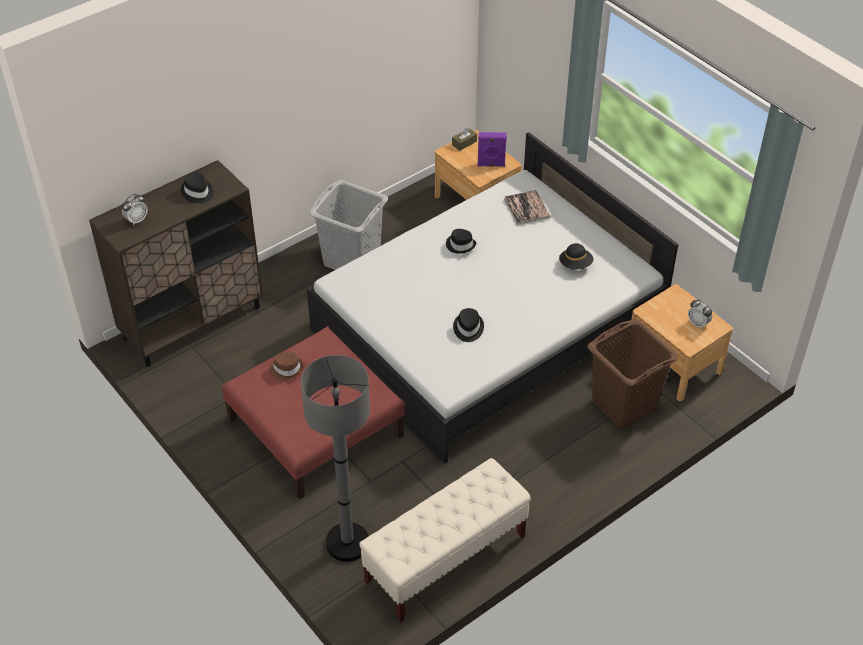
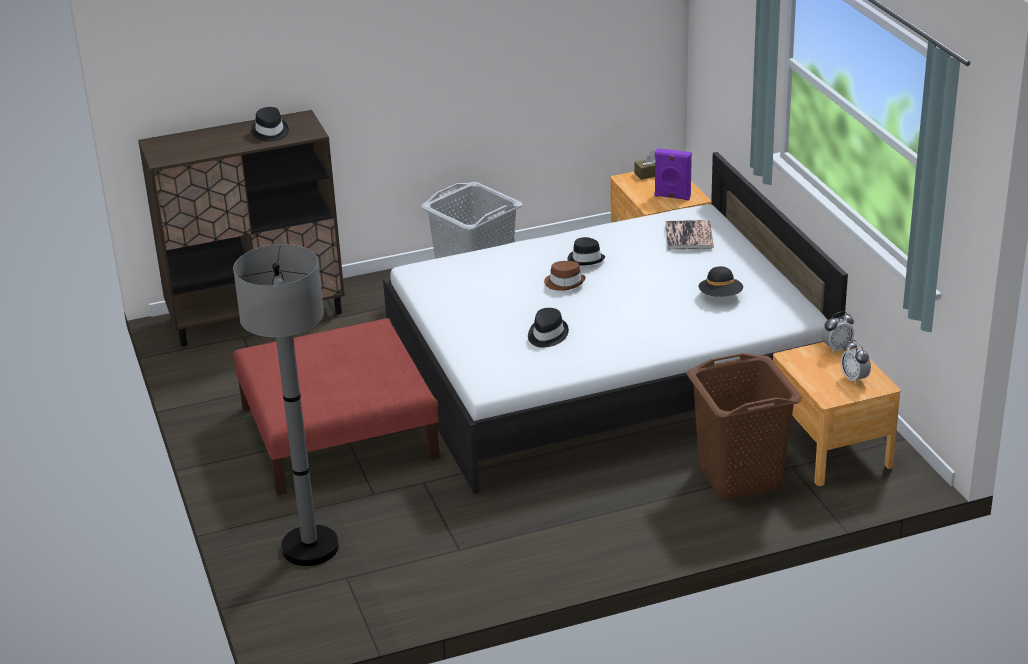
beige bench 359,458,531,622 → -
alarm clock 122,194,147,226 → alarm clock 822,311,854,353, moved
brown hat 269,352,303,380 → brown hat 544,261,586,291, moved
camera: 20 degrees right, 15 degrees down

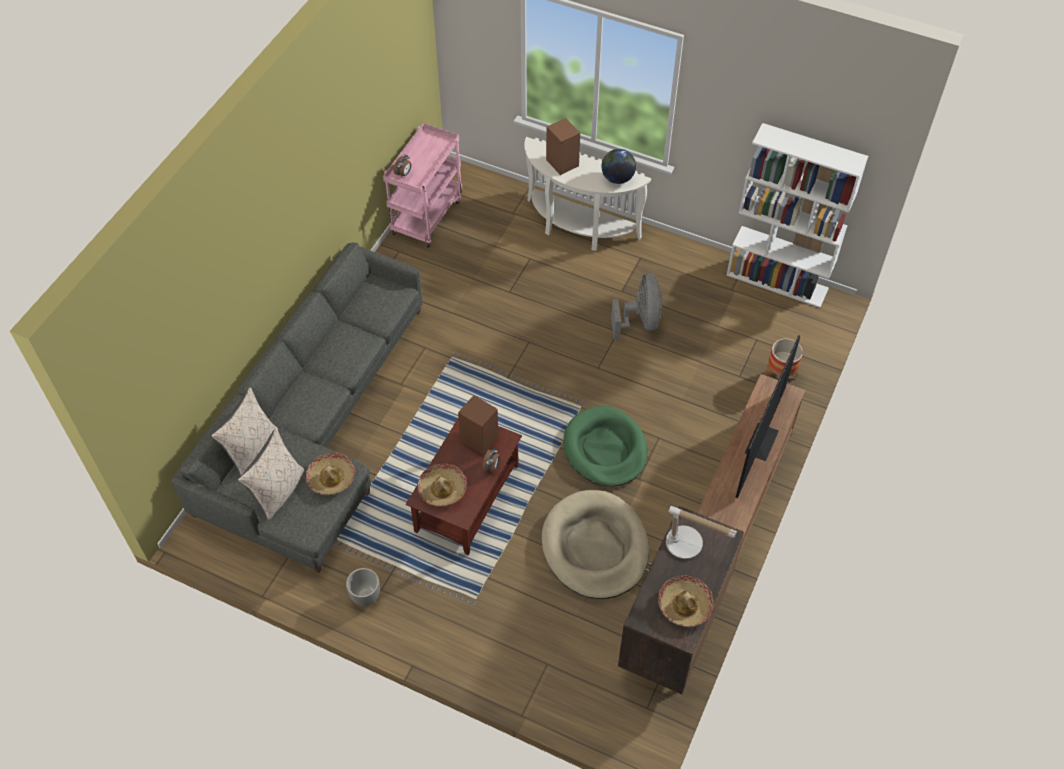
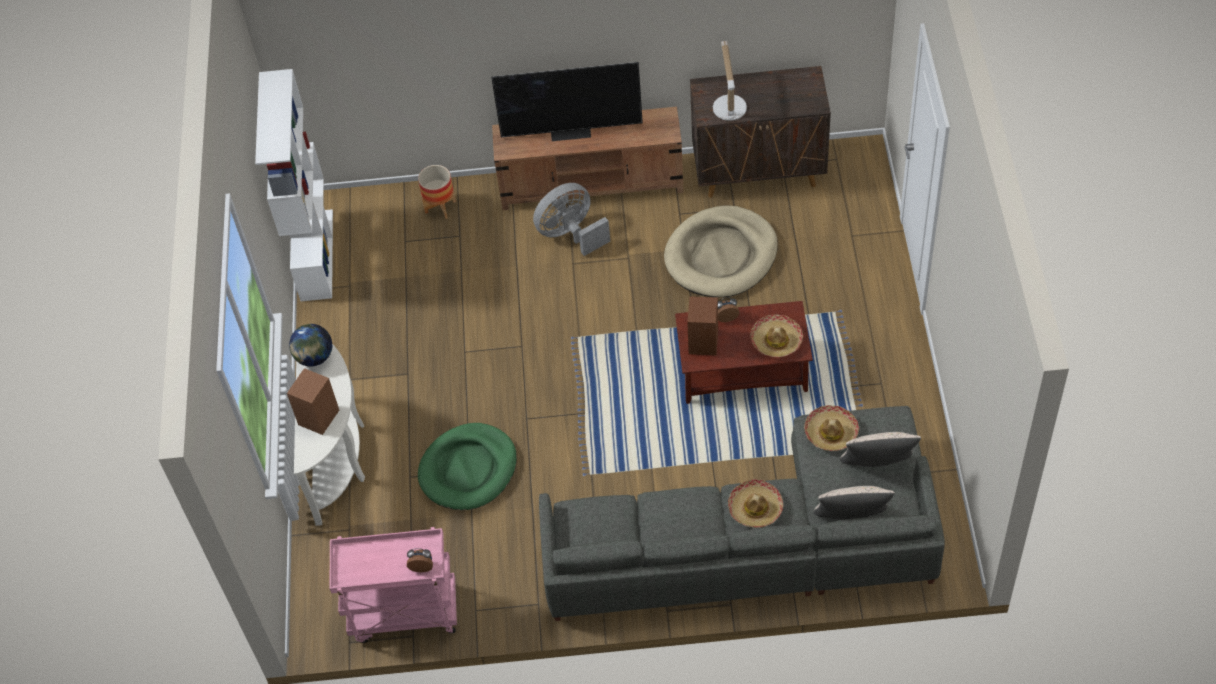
planter 346,568,380,606 → -
green dog bed 563,406,648,487 → green dog bed 418,423,517,510, moved
grey fan 611,273,662,340 → grey fan 533,183,610,256, moved
hat 658,575,714,627 → hat 728,479,783,528, moved
camera: 115 degrees left, 0 degrees up

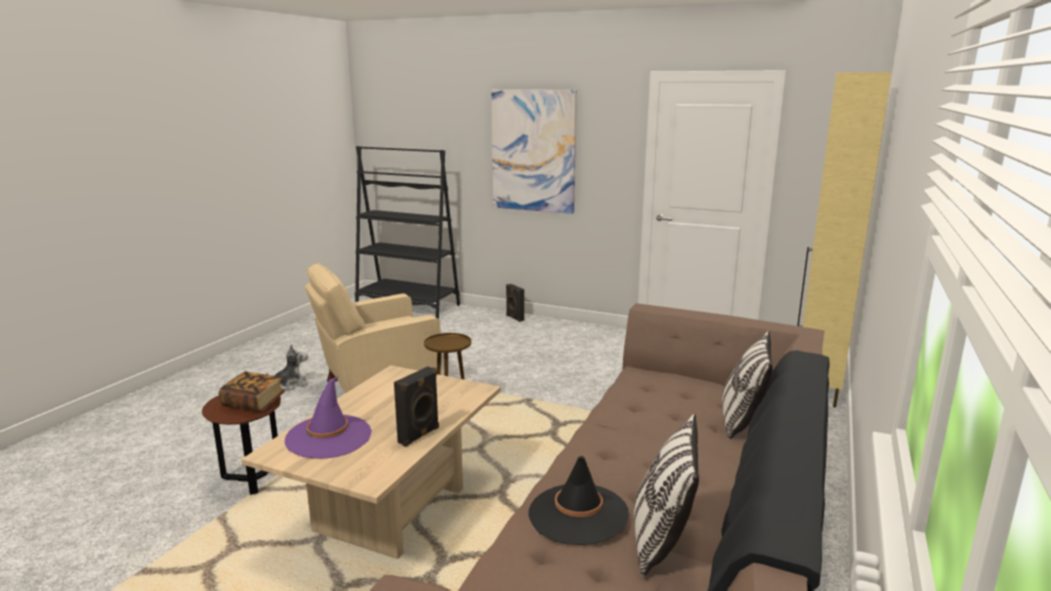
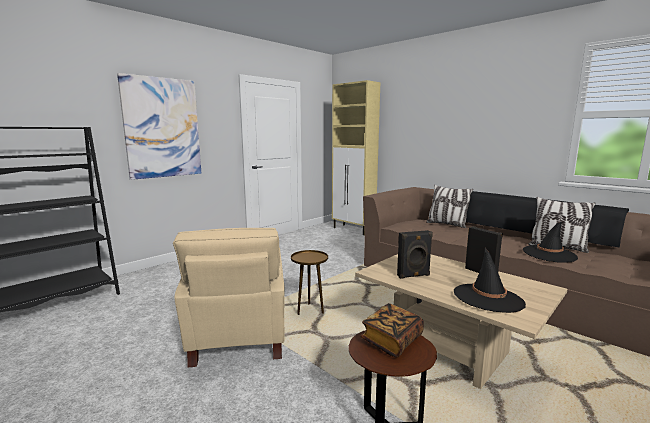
plush toy 266,344,308,390 → -
black speaker 506,284,524,322 → black speaker 397,230,433,279, moved
purple hat 285,376,372,459 → black hat 454,248,526,313
camera: 70 degrees left, 5 degrees down

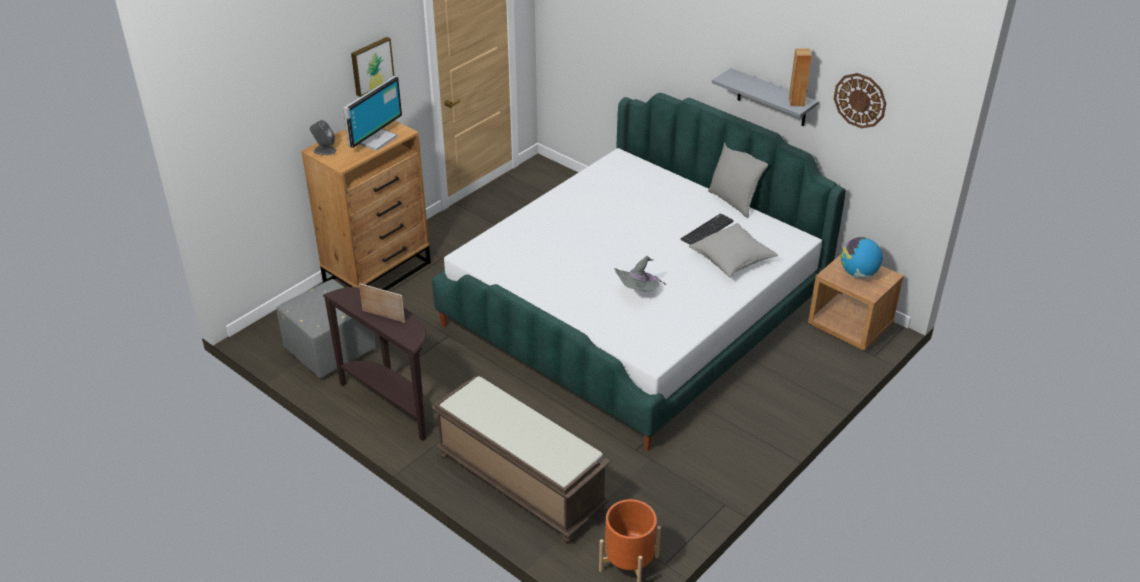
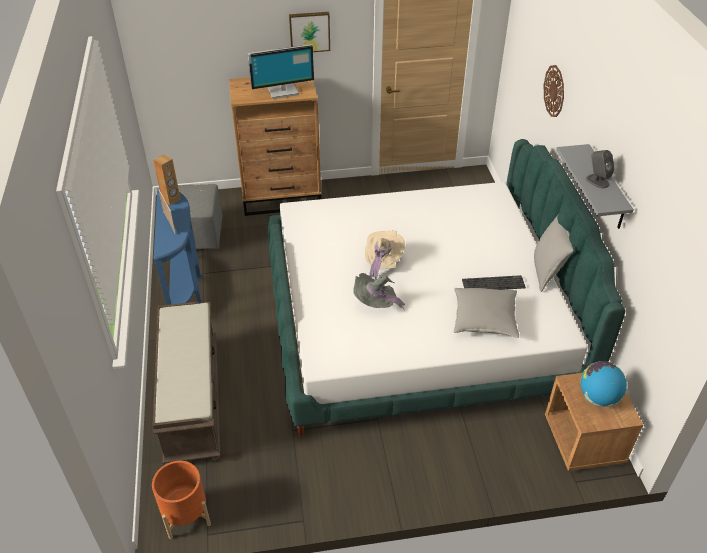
- → beige hat 365,231,405,280
grey speaker 310,120,336,155 → grey speaker 586,150,614,188, moved
brown speaker 789,48,812,106 → brown speaker 153,155,180,205, moved
wall clock 834,73,886,128 → wall clock 544,65,564,117, moved
brown console table 323,287,426,441 → blue console table 154,188,202,305
camera: 40 degrees right, 5 degrees up

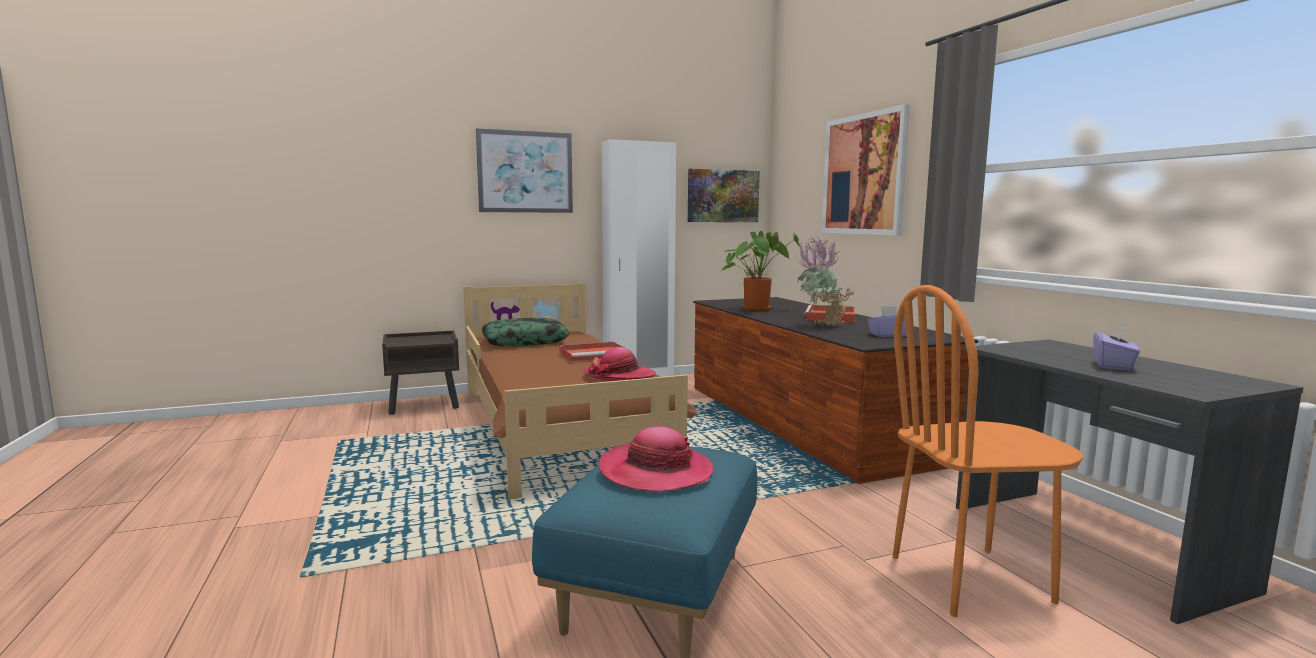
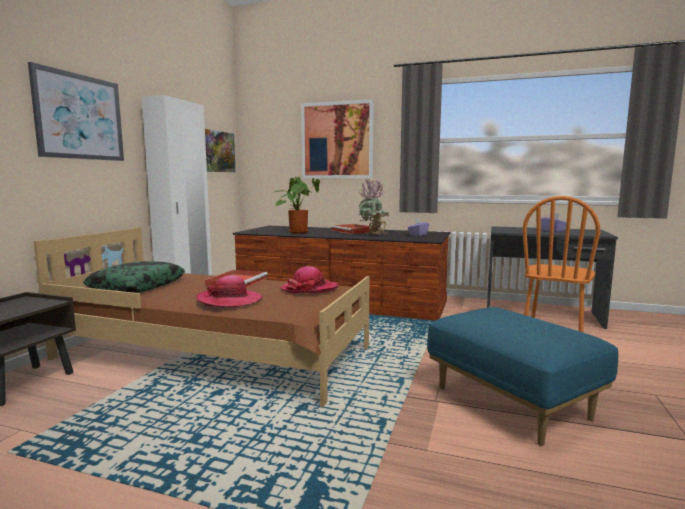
hat 598,426,714,492 → hat 196,275,263,307, moved
camera: 50 degrees left, 0 degrees up

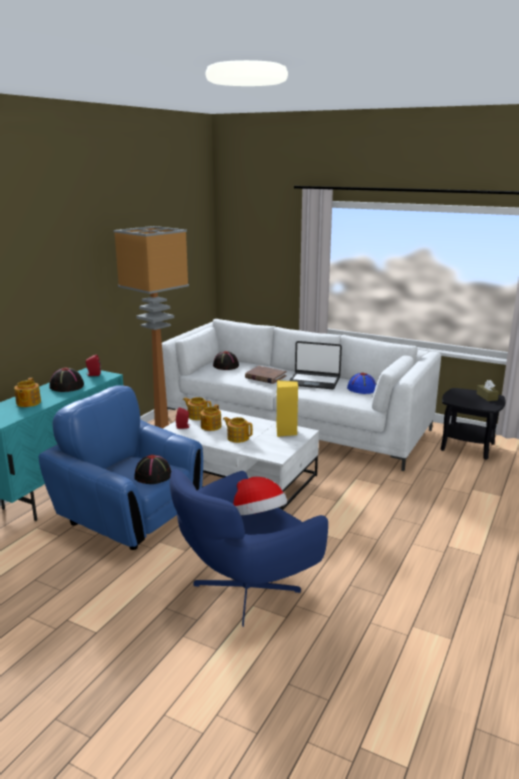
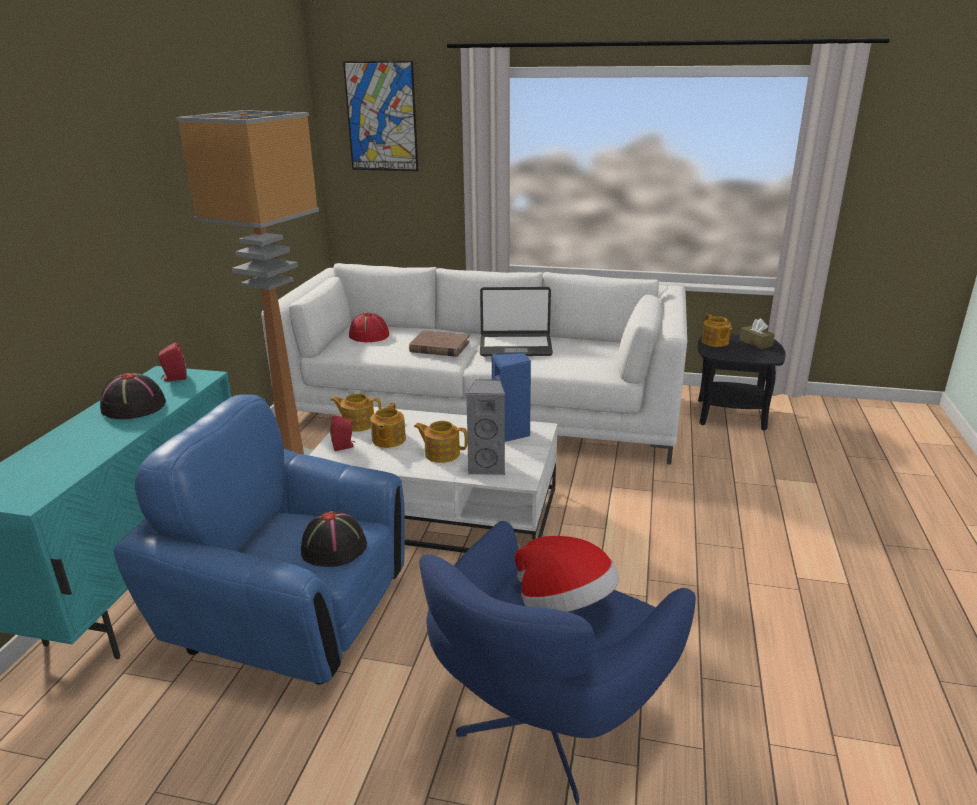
blue hat 347,373,376,394 → -
- → picture 343,61,418,171
- → grey speaker 466,379,505,475
teapot 14,378,41,407 → teapot 701,314,732,347, moved
black hat 213,351,239,370 → red hat 349,313,389,342
yellow speaker 277,380,298,437 → blue speaker 492,353,531,442
camera: 15 degrees left, 5 degrees up

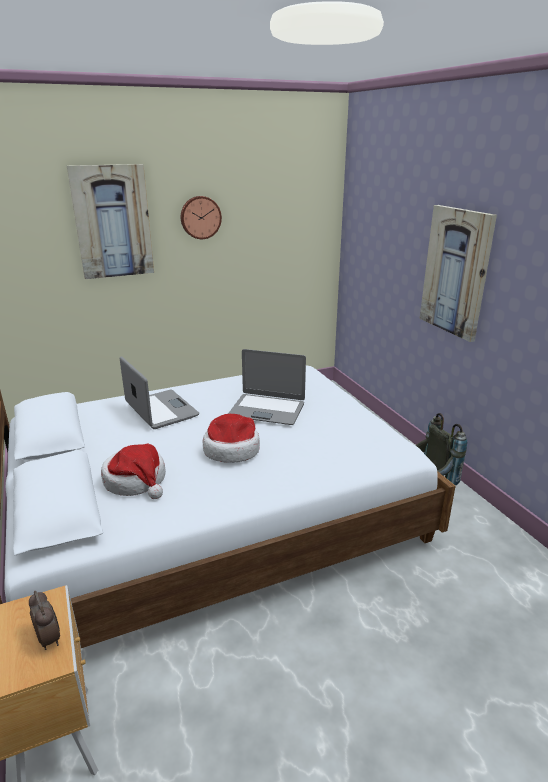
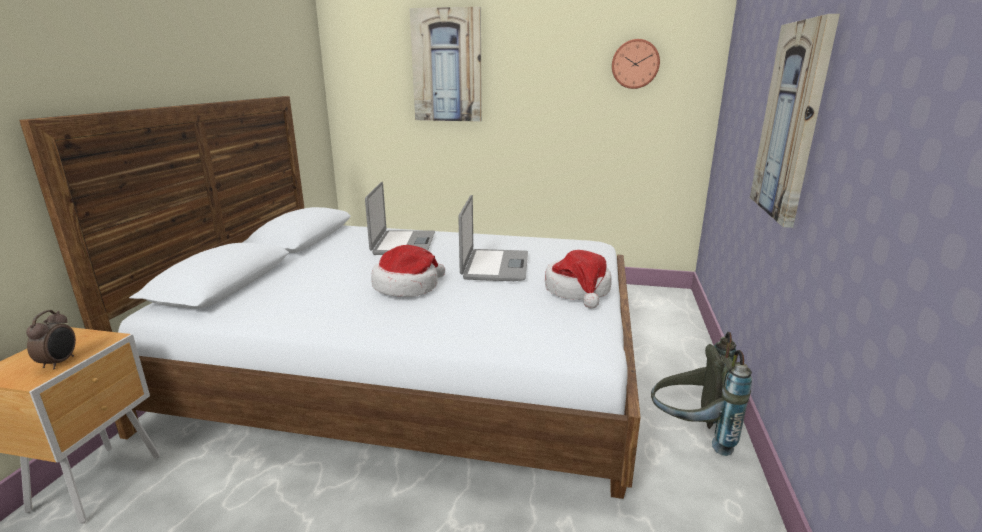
hat 101,443,166,499 → hat 545,250,612,309, moved
wall clock 181,196,222,239 → wall clock 612,39,660,89, moved
laptop 228,349,306,425 → laptop 458,195,528,281, 135 degrees counterclockwise
camera: 35 degrees right, 5 degrees down

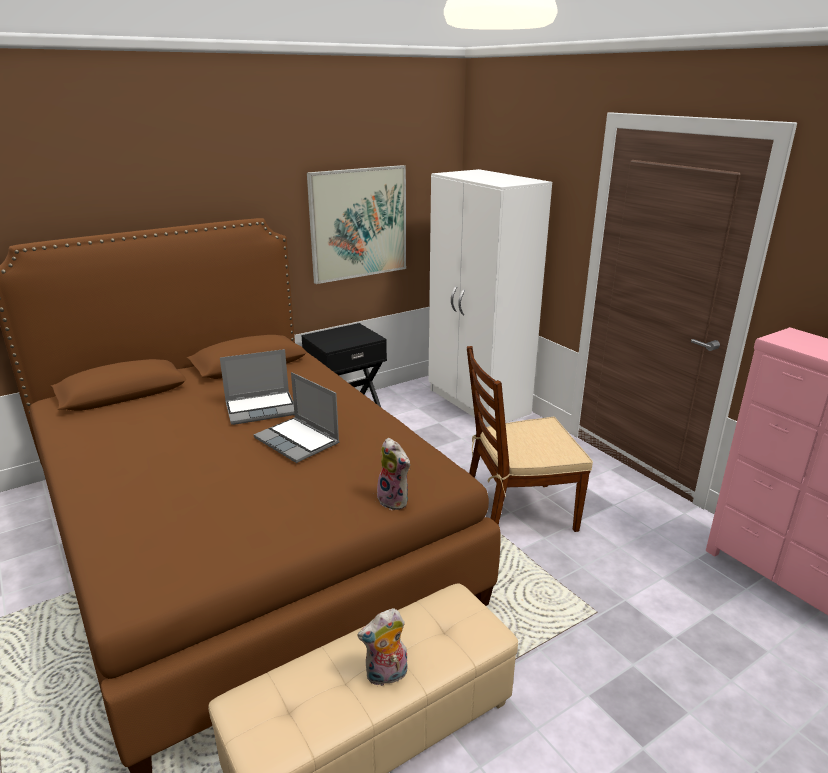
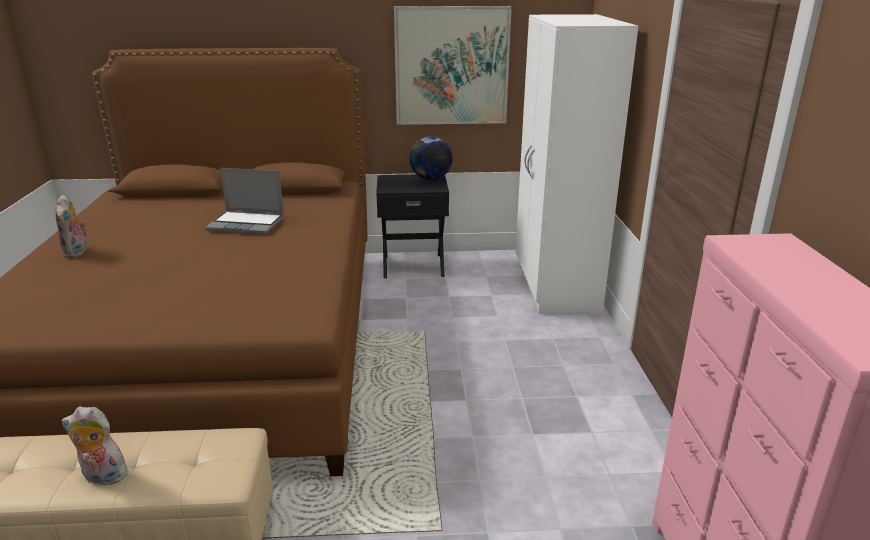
laptop 254,372,340,463 → -
brown chair 467,346,593,532 → -
- → globe 409,136,453,180
plush toy 377,438,410,510 → plush toy 56,195,87,258, moved
camera: 30 degrees right, 0 degrees up

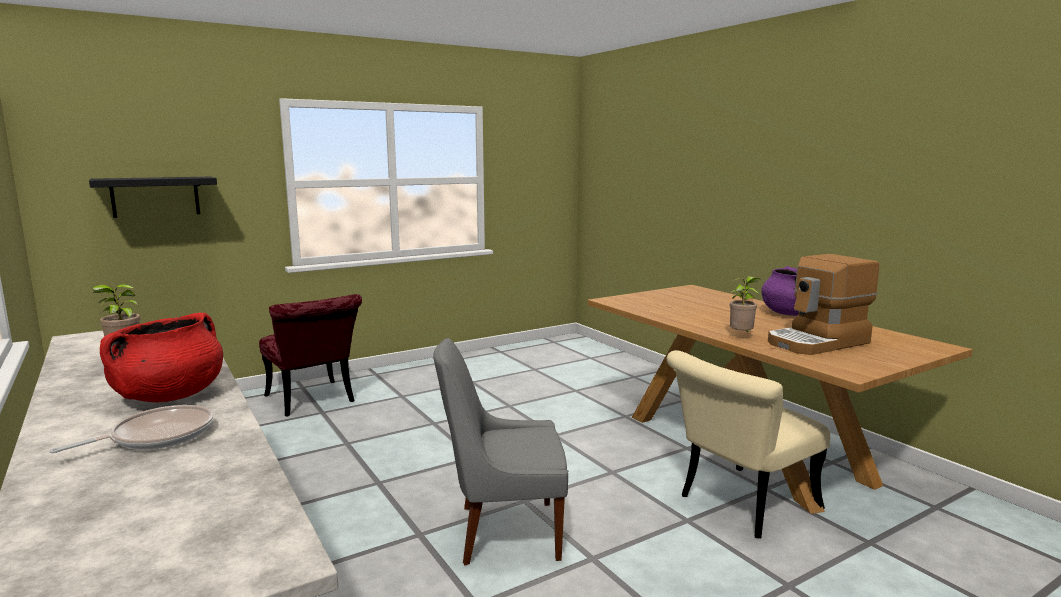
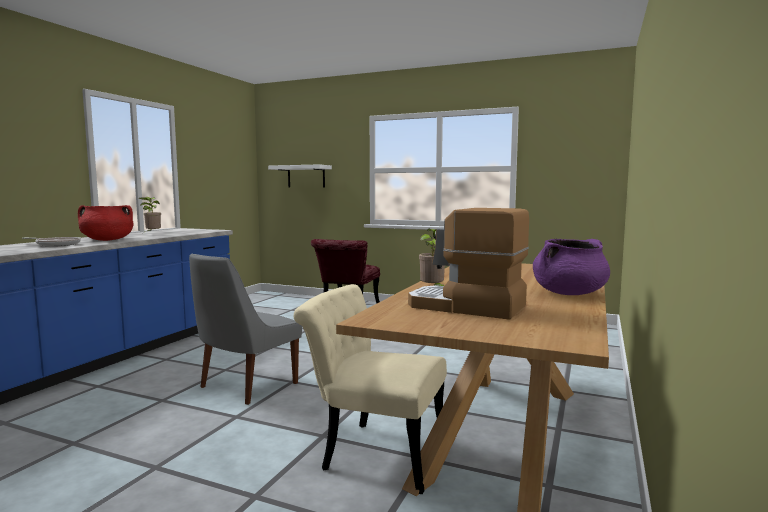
black shelf 89,177,217,218 → white shelf 268,164,332,187
grey chair 433,338,568,565 → grey chair 189,254,302,405, 105 degrees counterclockwise
camera: 55 degrees right, 5 degrees down

